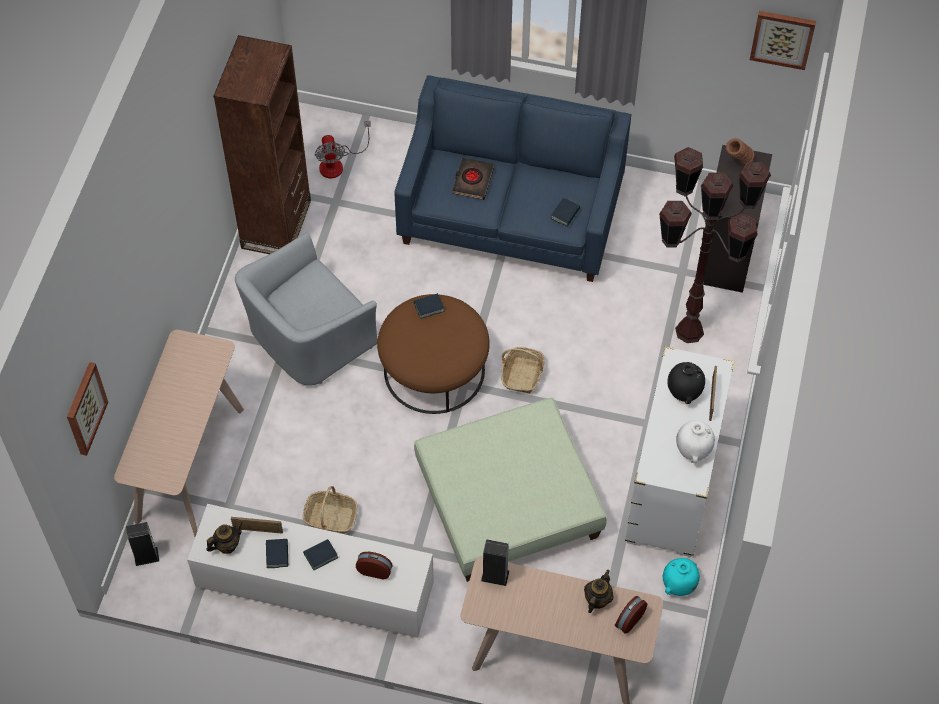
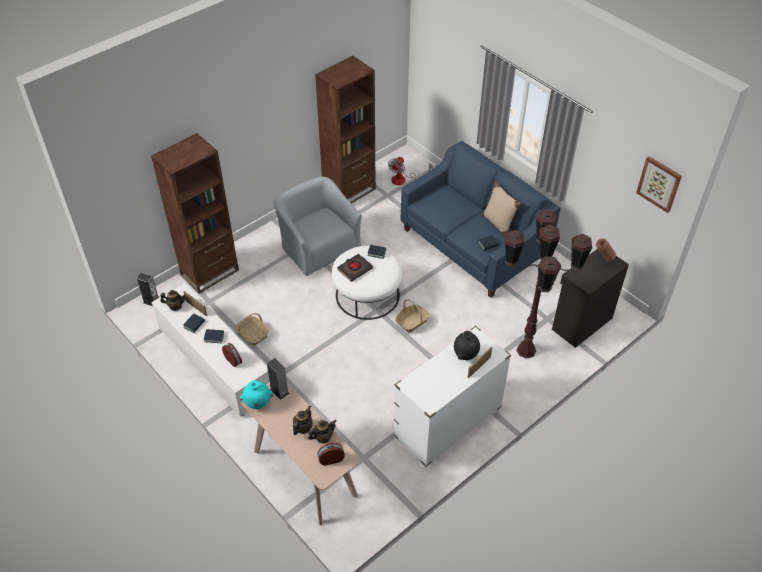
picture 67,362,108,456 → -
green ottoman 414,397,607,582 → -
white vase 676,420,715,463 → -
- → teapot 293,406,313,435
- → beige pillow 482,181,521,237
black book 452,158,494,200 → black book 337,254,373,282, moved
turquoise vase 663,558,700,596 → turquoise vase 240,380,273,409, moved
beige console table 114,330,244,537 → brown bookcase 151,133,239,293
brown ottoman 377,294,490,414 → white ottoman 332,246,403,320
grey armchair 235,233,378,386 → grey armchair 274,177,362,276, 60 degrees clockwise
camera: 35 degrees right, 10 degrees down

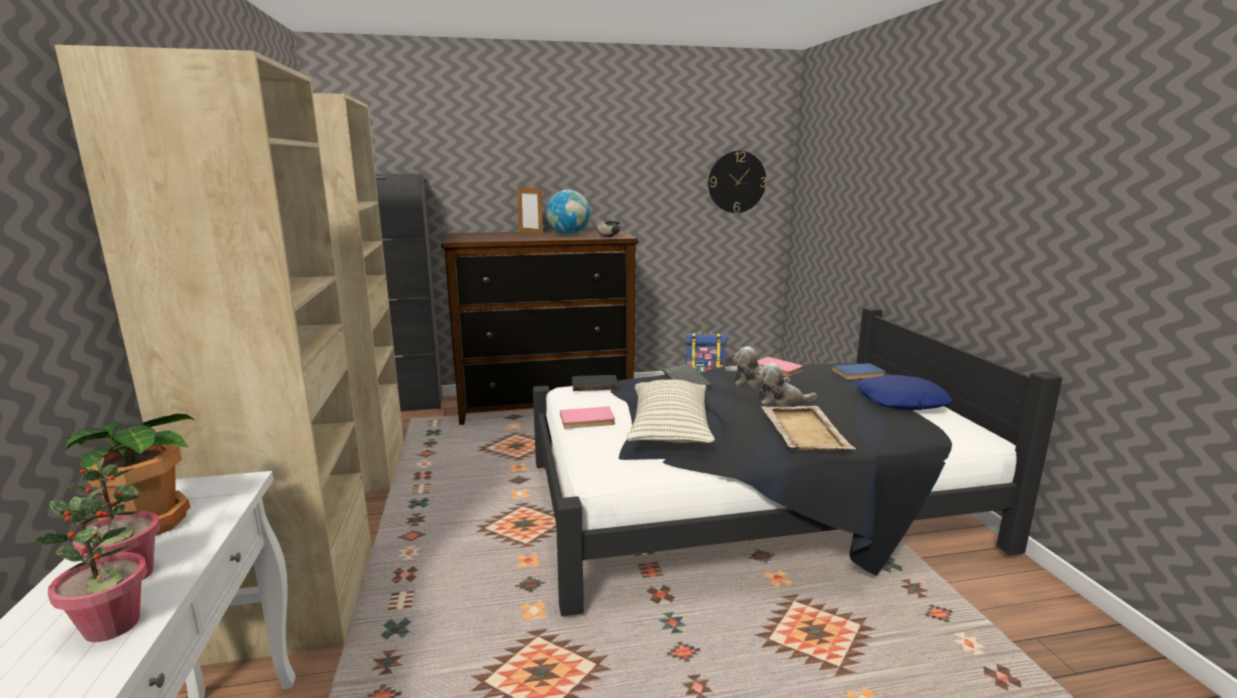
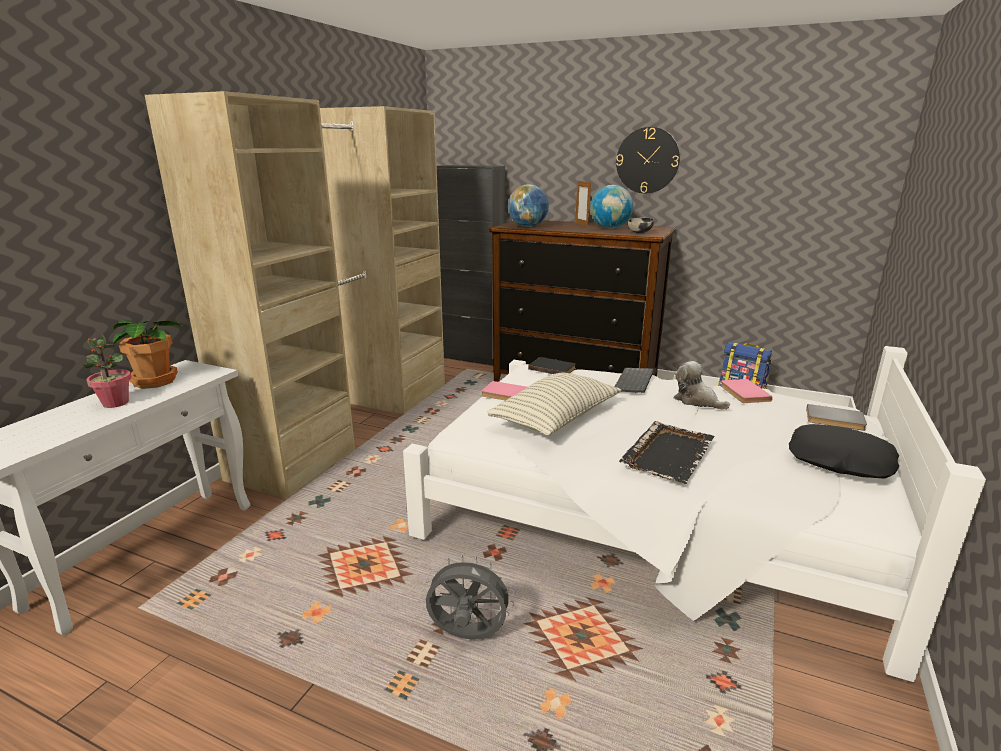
potted plant 31,496,148,642 → -
plush toy 756,362,817,407 → -
- → grey fan 425,555,515,639
- → globe 508,184,549,227
wall clock 708,151,766,213 → wall clock 616,127,680,193, moved
black bed 533,307,1062,616 → white bed 403,346,986,682
beige tray 761,406,856,451 → black tray 619,421,715,484
blue book 832,363,886,380 → grey book 806,404,867,431
blue pillow 857,375,953,410 → black pillow 789,424,899,479
camera: 35 degrees right, 5 degrees up

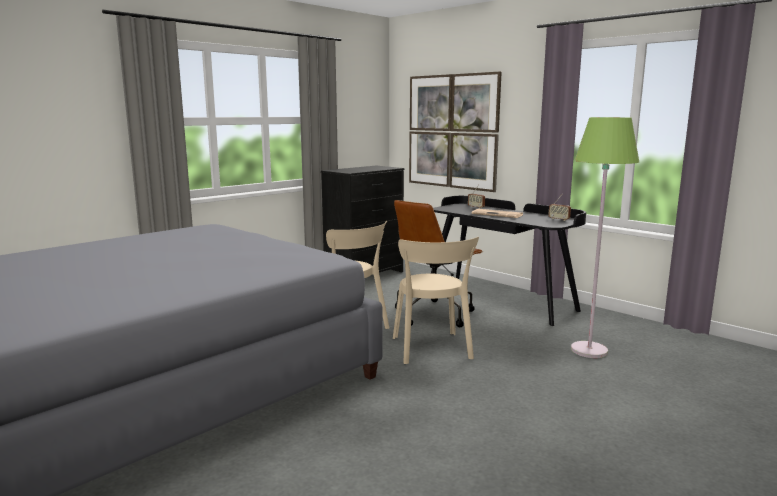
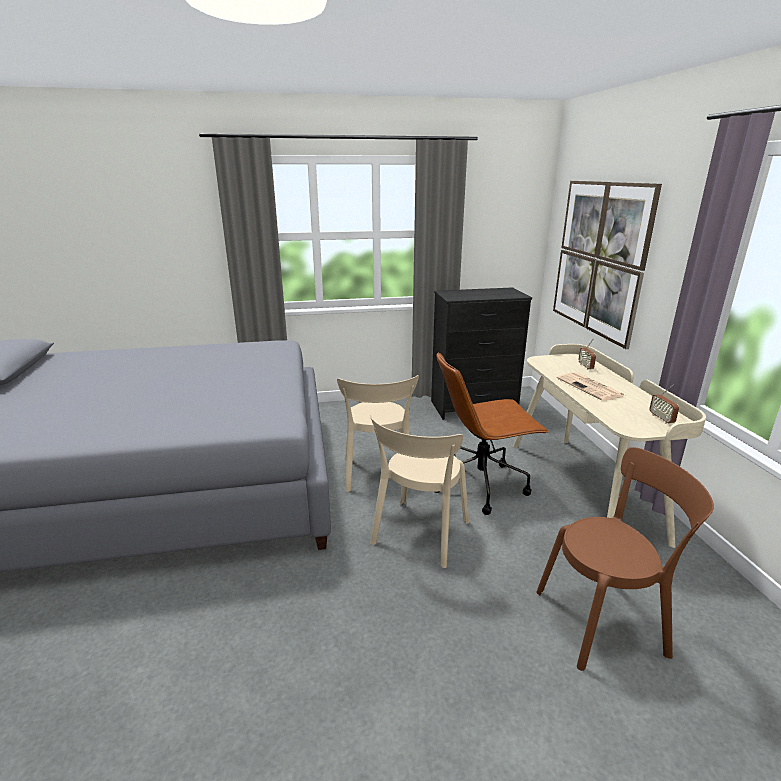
green floor lamp 571,117,639,358 → brown chair 536,447,714,671
black desk 431,196,586,326 → beige desk 513,344,706,548
camera: 35 degrees right, 10 degrees up

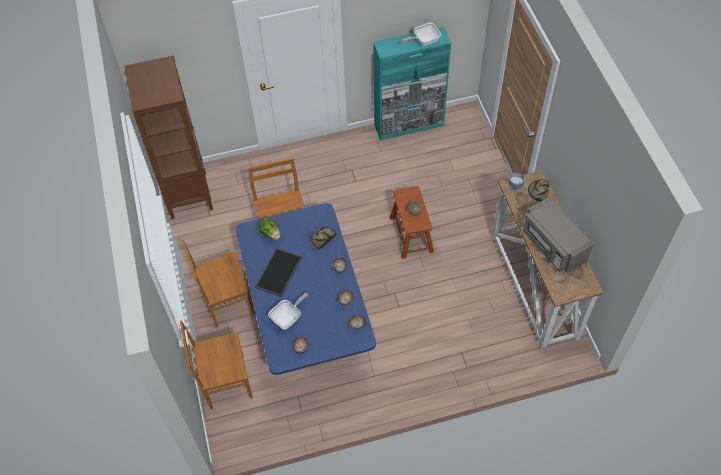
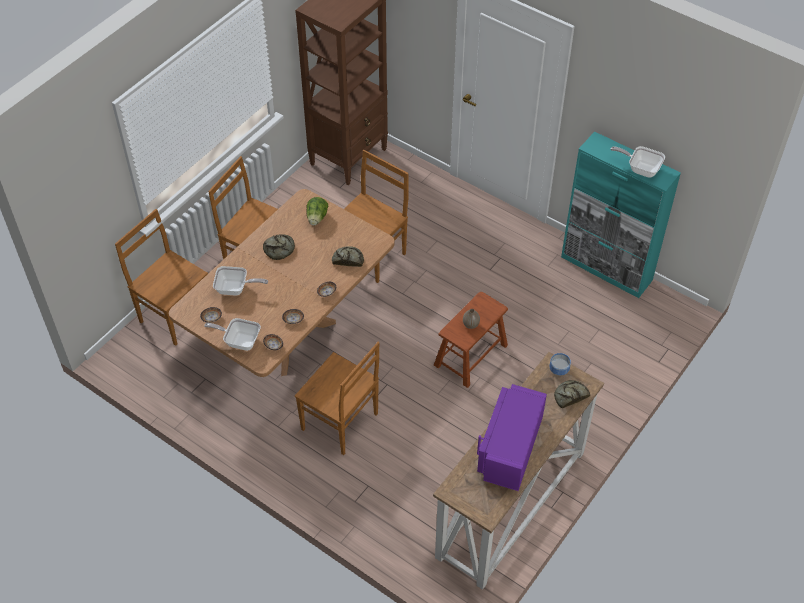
- → frying pan 204,318,261,351
- → brown chair 295,342,380,455
tray 255,248,302,297 → bread 263,234,295,260
blue dining table 236,203,376,375 → brown dining table 169,189,395,377
grey microwave 523,197,593,273 → purple microwave 477,384,547,491
camera: 50 degrees right, 5 degrees down

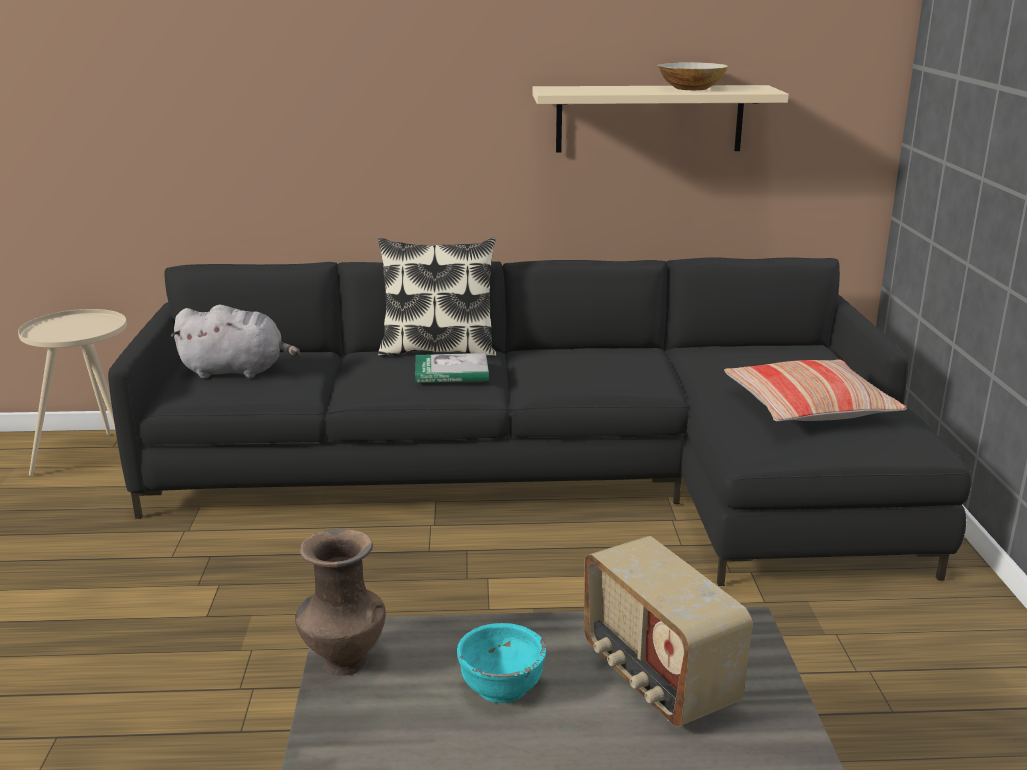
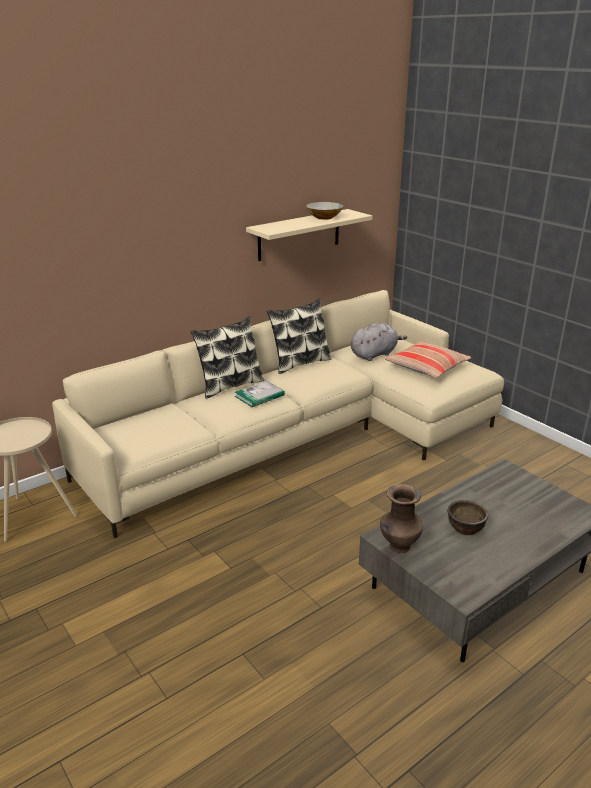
radio 584,536,753,727 → -
- → pillow 267,298,332,374
grey plush toy 171,304,300,378 → grey plush toy 351,323,407,361, moved
black sofa 108,257,972,586 → beige sofa 52,290,504,538
turquoise bowl 457,623,546,703 → brown bowl 448,500,488,535
camera: 35 degrees left, 5 degrees up

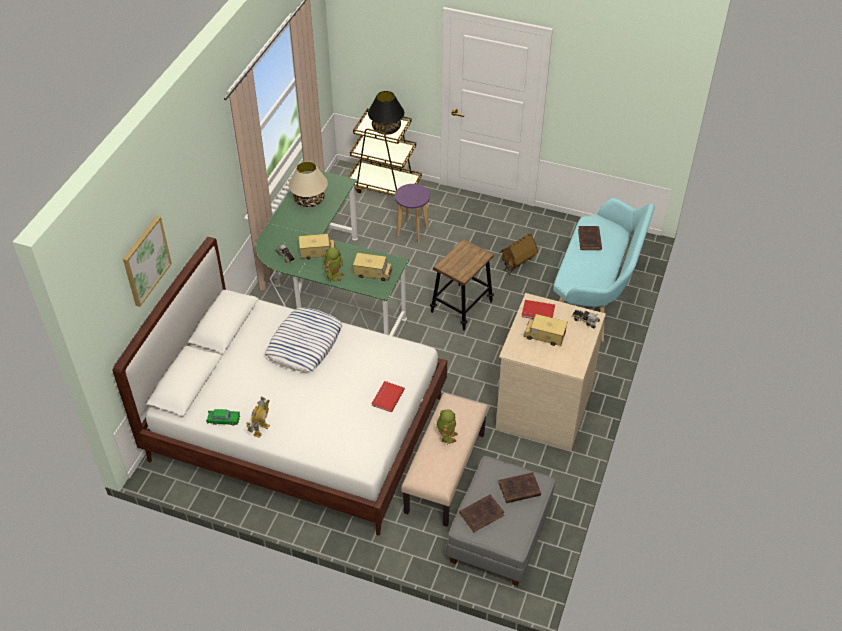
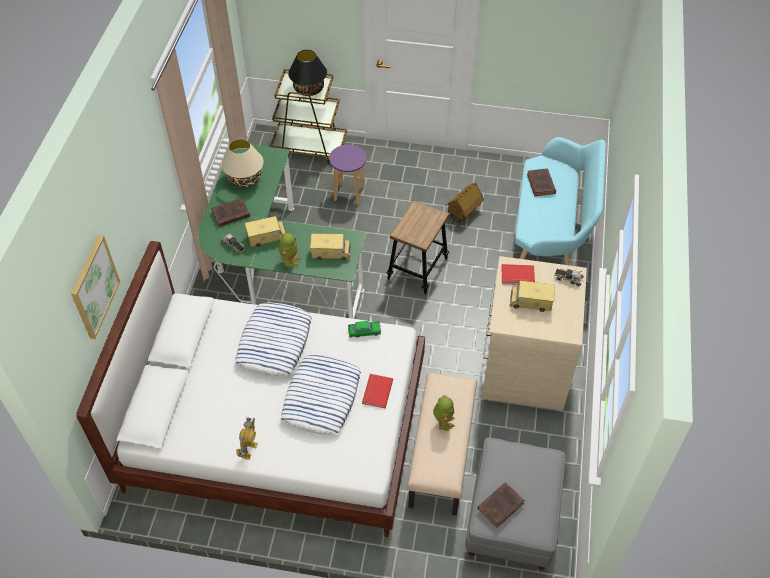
- → pillow 281,355,361,435
green toy car 206,409,240,426 → green toy car 348,321,381,338, moved
brown book 499,472,541,503 → brown book 211,198,250,227, moved
camera: 10 degrees left, 5 degrees up

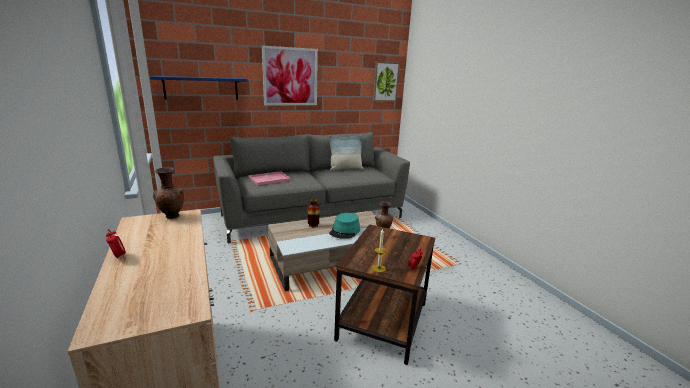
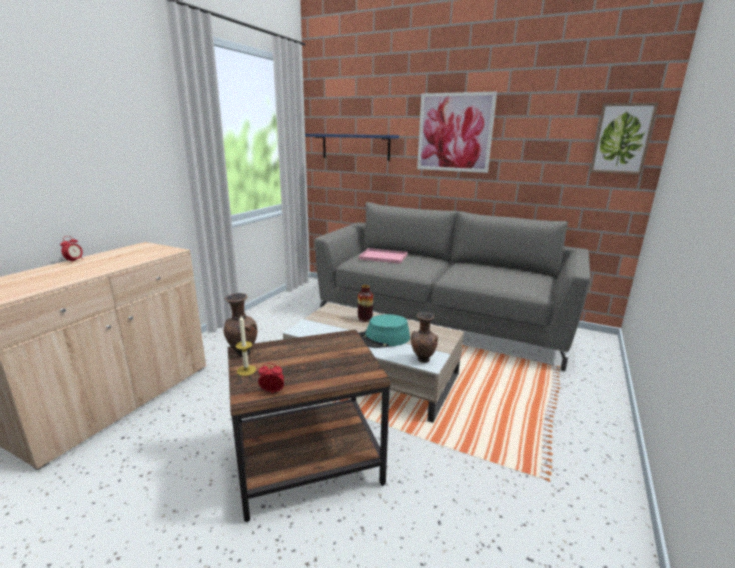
pillow 329,135,363,171 → -
brown vase 153,167,184,219 → brown vase 224,293,257,356, moved
camera: 50 degrees right, 0 degrees up

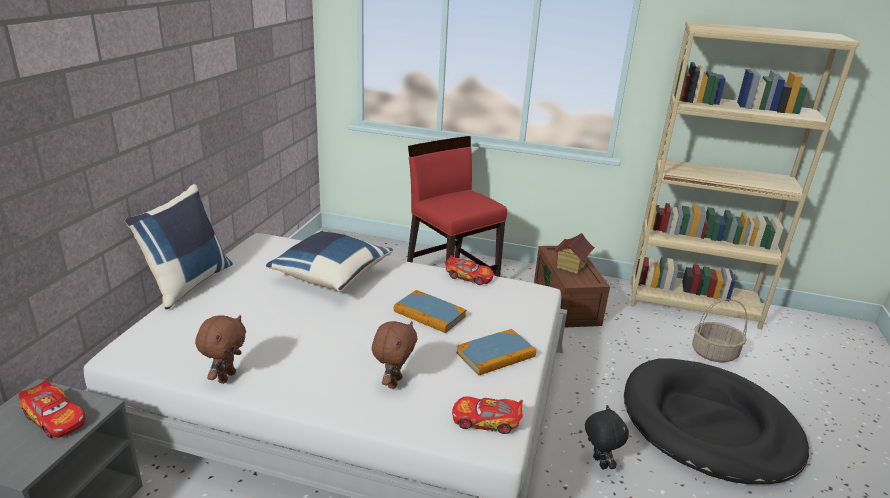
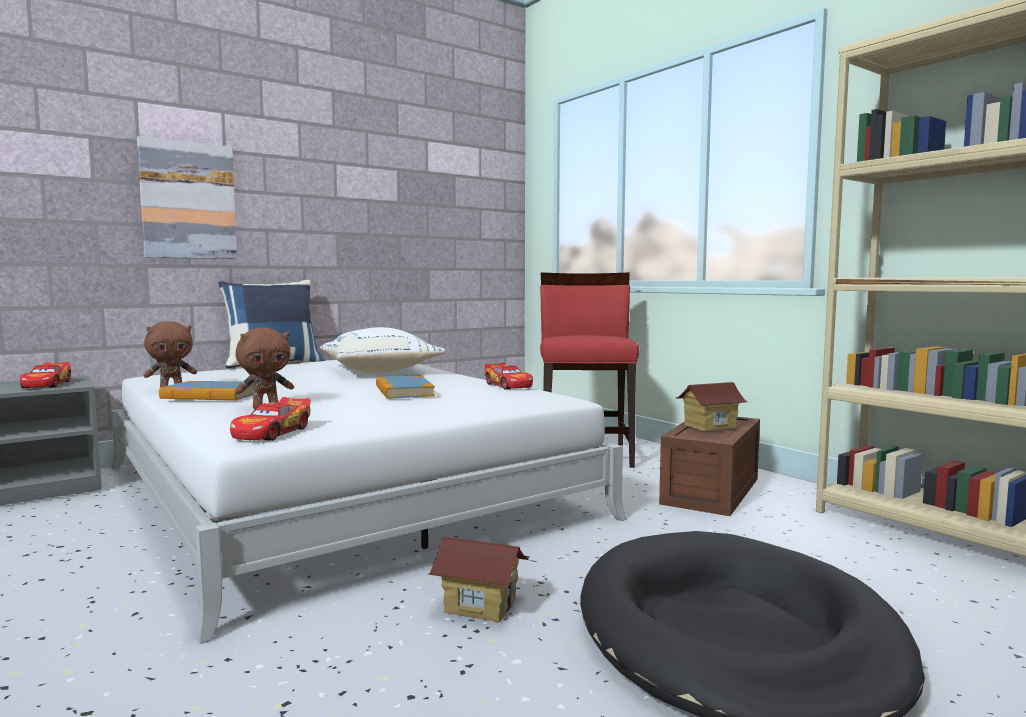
basket 692,299,747,362 → -
- → picture 137,136,238,259
book 456,329,536,376 → book 159,381,254,401, moved
black plush toy 585,405,629,469 → toy house 428,537,530,622
blue pillow 266,231,393,292 → white pillow 320,327,445,373
toy car 452,396,523,434 → toy car 230,397,311,441, 120 degrees counterclockwise
camera: 40 degrees right, 20 degrees down

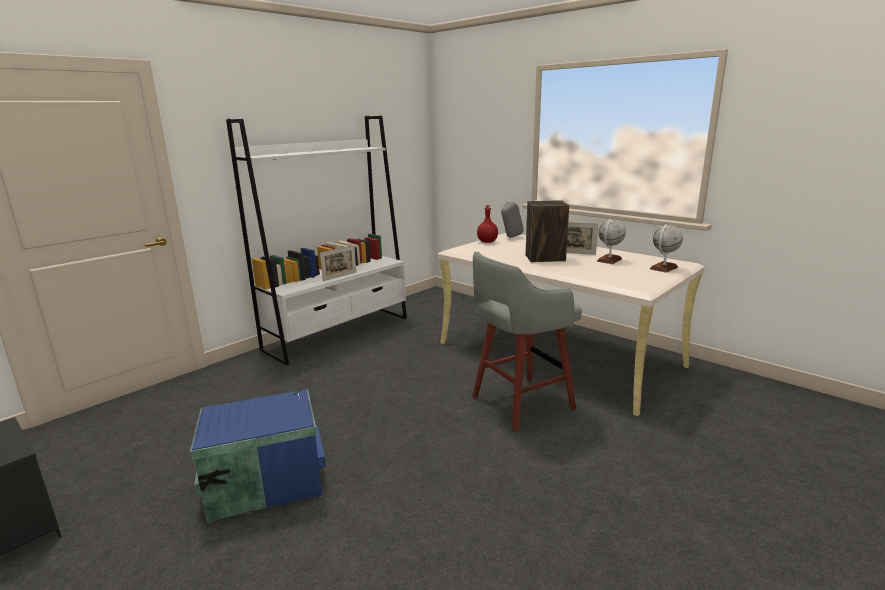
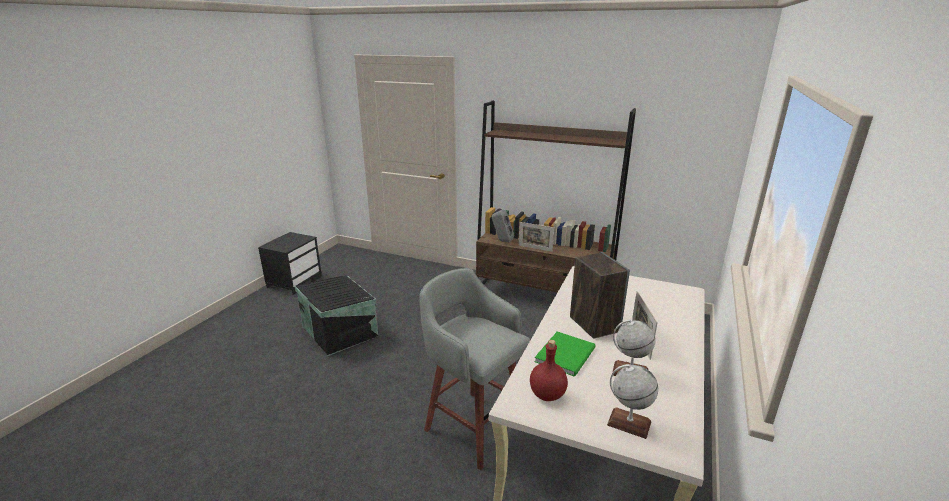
- → green book 534,332,596,377
red bottle 477,205,498,243 → red bottle 530,340,568,401, moved
grey speaker 501,202,524,238 → grey speaker 492,209,514,243, moved
blue storage box 190,389,326,524 → black storage box 295,275,378,356
white bookcase 226,116,407,365 → brown bookcase 476,100,636,292
camera: 70 degrees right, 5 degrees up

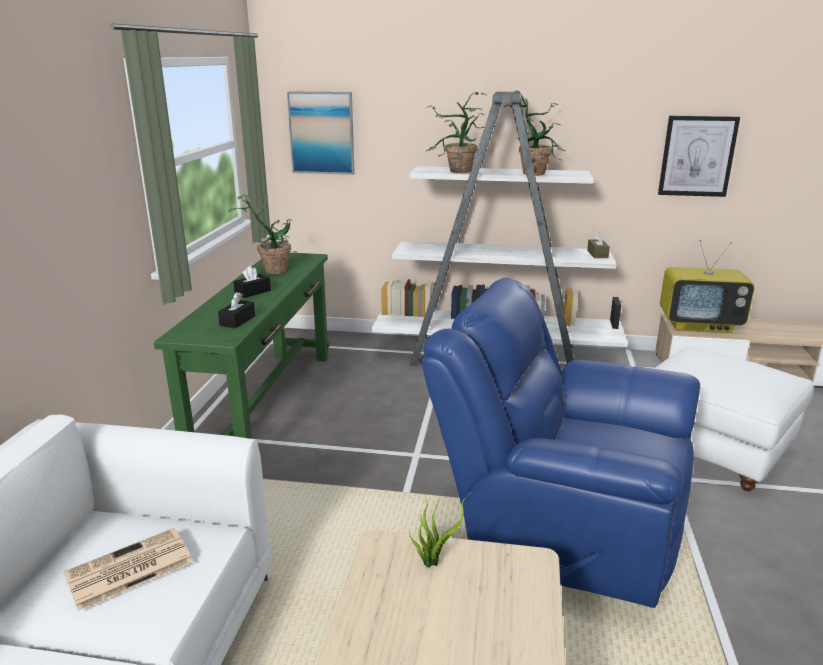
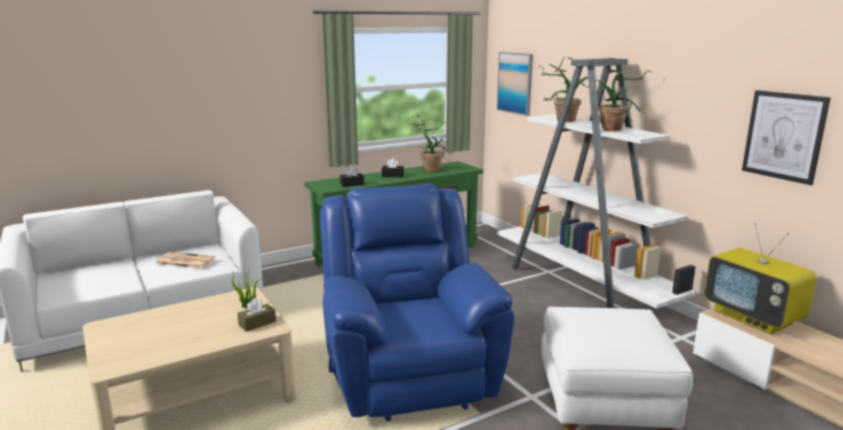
brown tissue box 587,231,610,258 → brown tissue box 237,298,276,332, moved
camera: 50 degrees right, 5 degrees down

